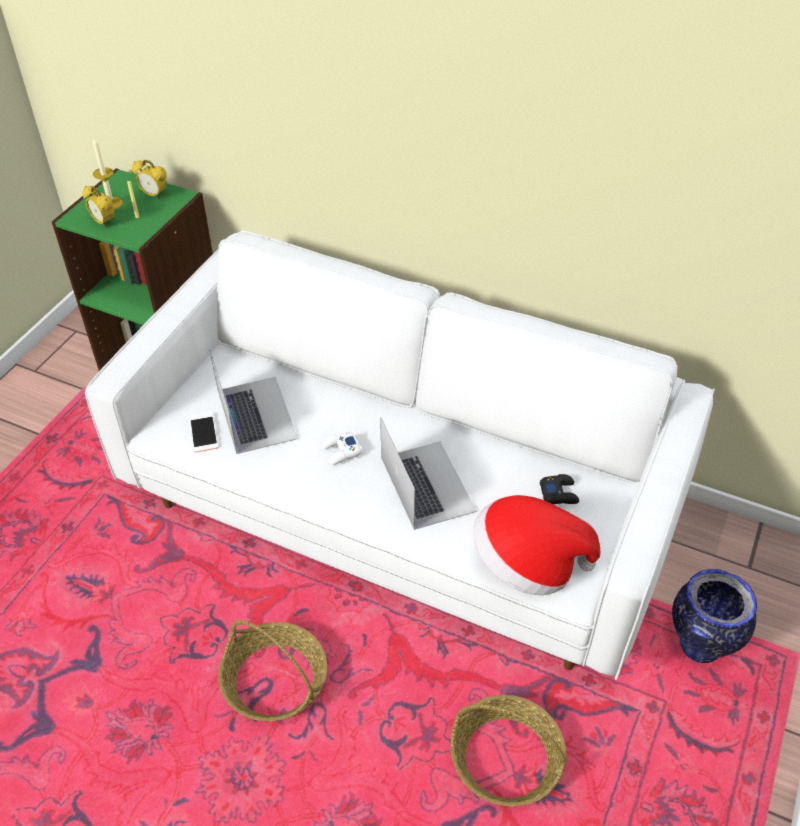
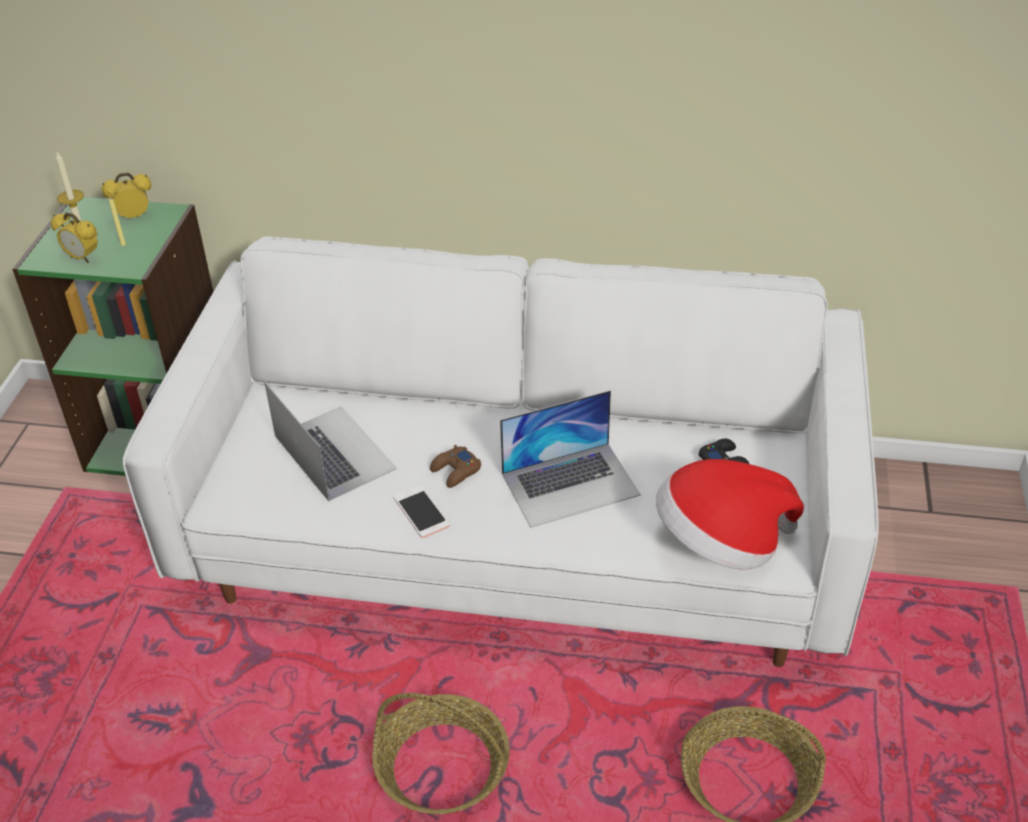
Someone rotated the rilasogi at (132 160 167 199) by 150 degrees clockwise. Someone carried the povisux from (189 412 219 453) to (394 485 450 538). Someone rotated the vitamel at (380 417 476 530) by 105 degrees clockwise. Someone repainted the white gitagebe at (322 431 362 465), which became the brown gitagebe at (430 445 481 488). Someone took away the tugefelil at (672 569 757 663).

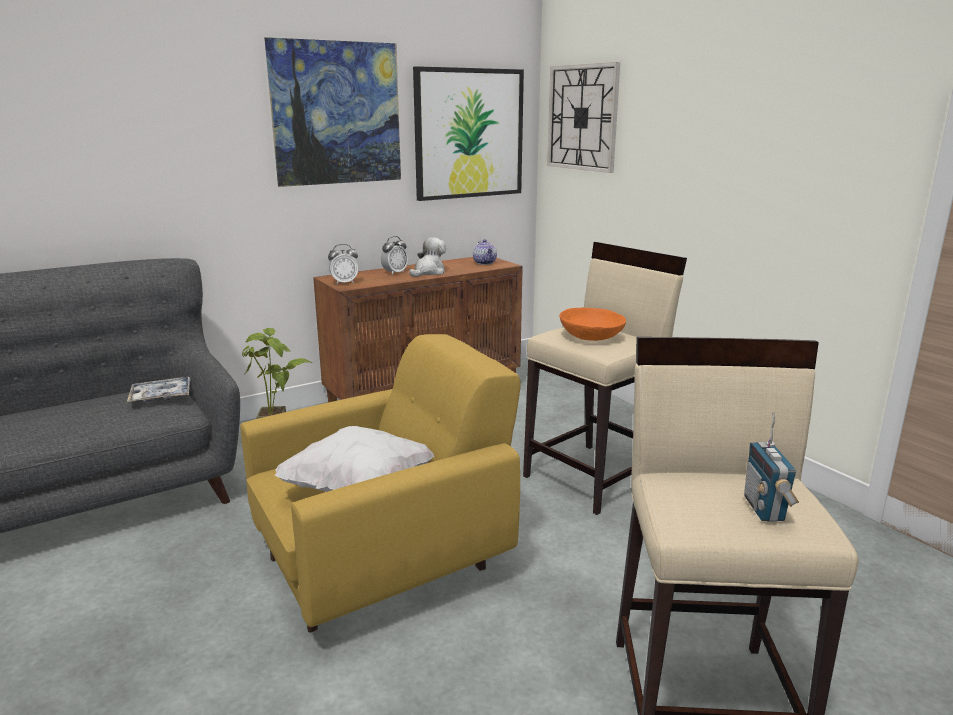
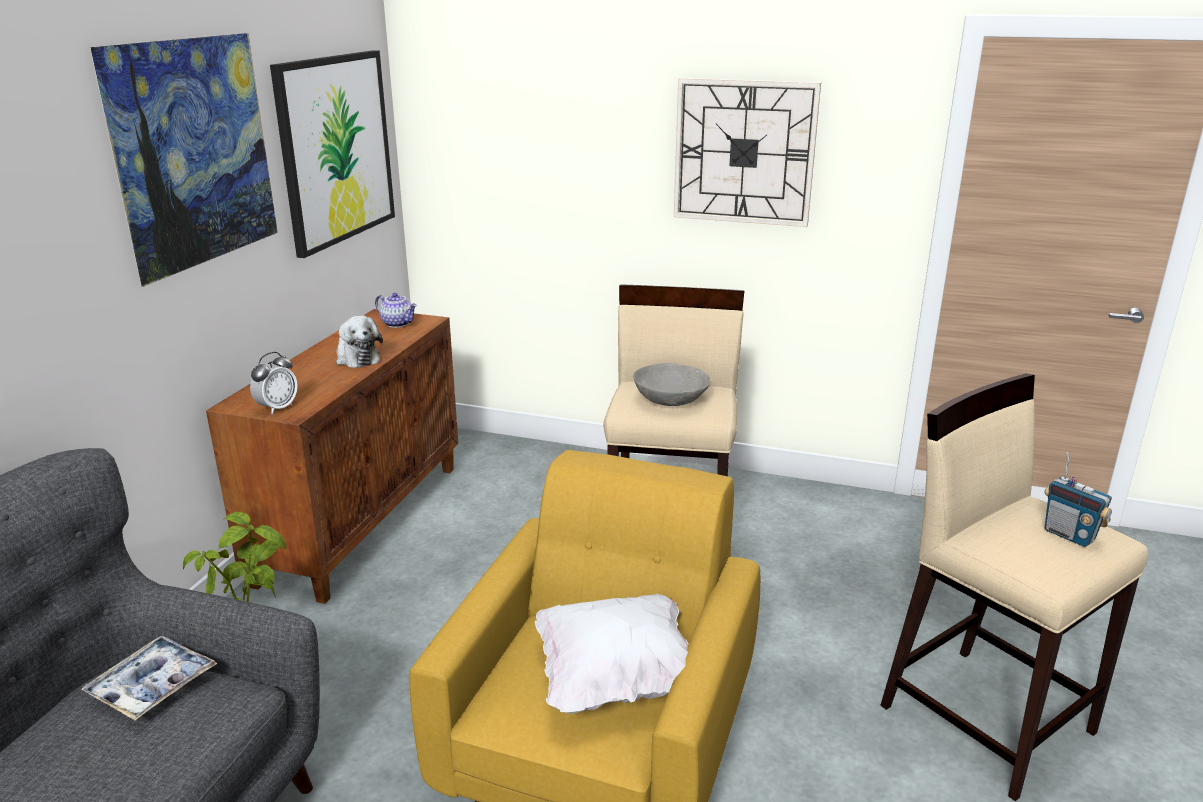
Someone carried the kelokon from (547 62 620 173) to (674 78 821 227). Someone took away the rilasogi at (381 236 408 275). Someone rotated the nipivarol at (409 237 446 277) by 150 degrees clockwise. Someone repainted the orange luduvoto at (559 308 626 341), which became the grey luduvoto at (633 363 711 406).

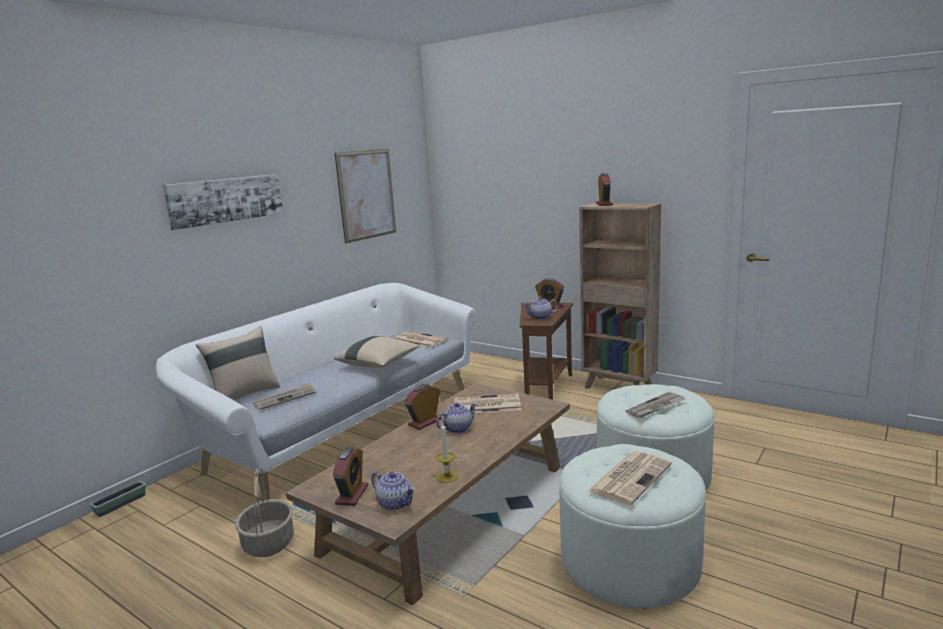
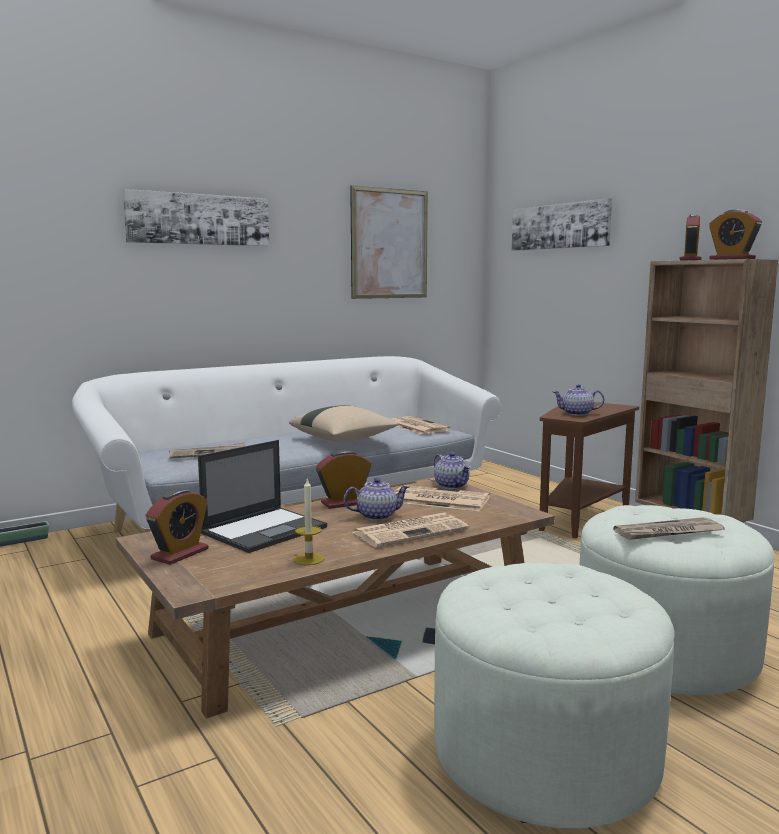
Someone carried the rilasogi from (535 278 564 309) to (709 209 762 260). Someone took away the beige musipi at (195 326 280 400). Someone carried the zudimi from (588 451 672 505) to (353 513 469 547). Someone took away the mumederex at (236 467 294 557). Someone carried the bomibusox from (371 472 415 510) to (434 452 471 489). Someone put up the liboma at (512 198 612 251). Someone put down the vitamel at (198 440 327 553).

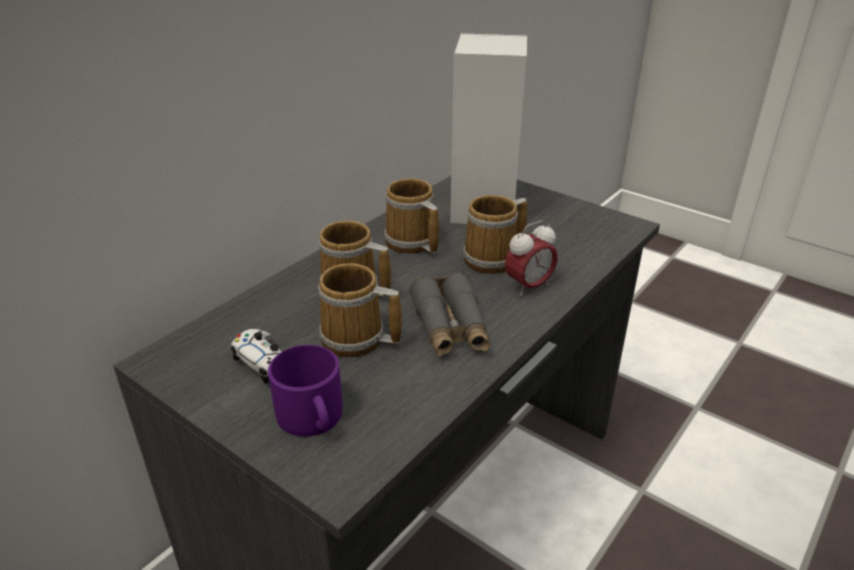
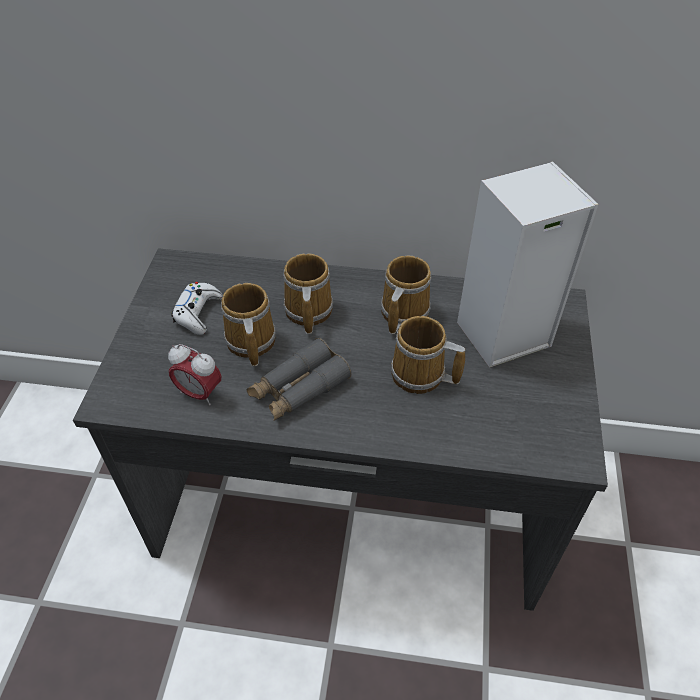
Someone carried the rilasogi from (505 221 558 297) to (168 344 221 405). Someone took away the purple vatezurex at (268 345 342 437).

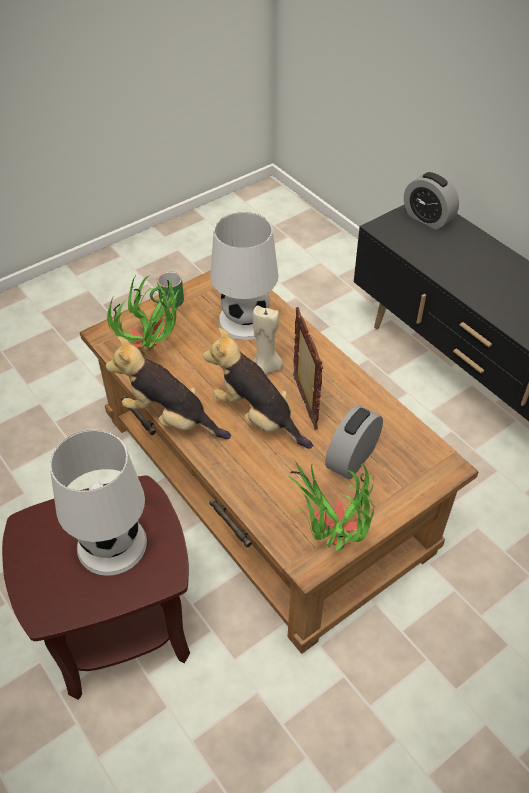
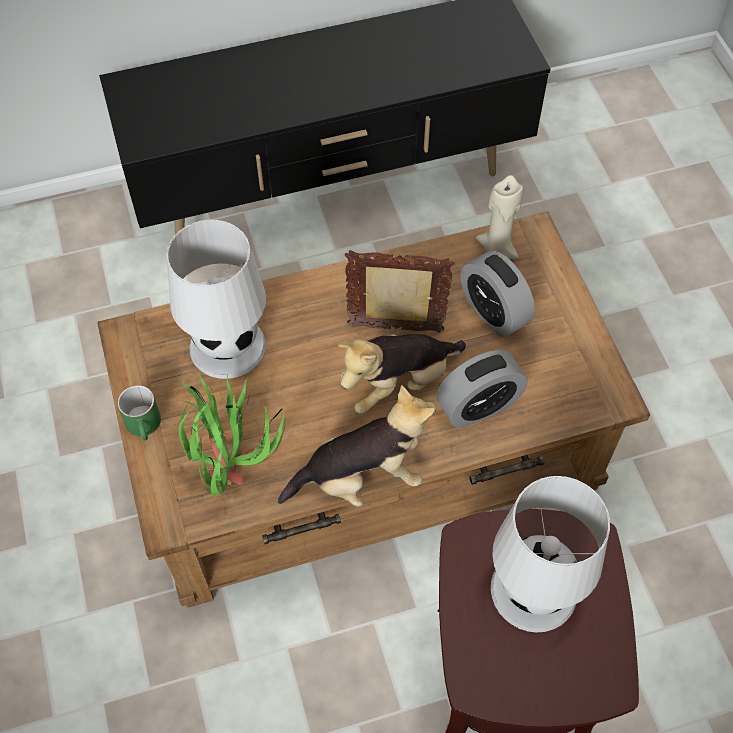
Someone carried the rilasogi from (404 172 459 230) to (436 350 527 428). Someone carried the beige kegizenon from (253 305 283 375) to (476 175 524 259). Someone rotated the nipivarol at (106 336 231 439) by 150 degrees counterclockwise. Someone took away the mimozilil at (288 461 374 551).

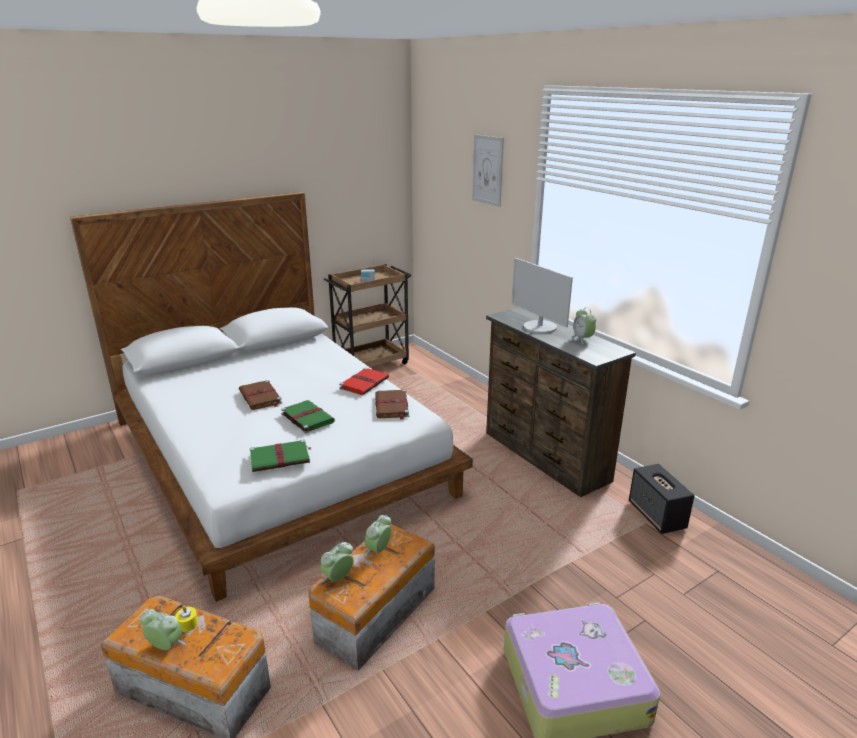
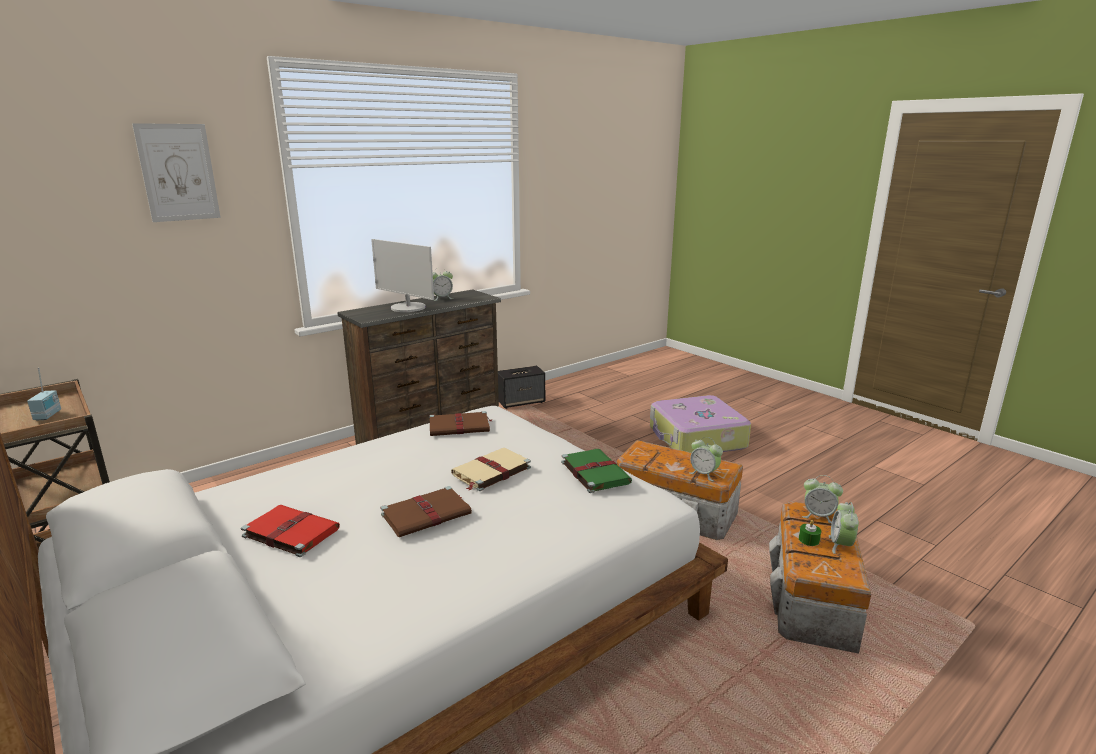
Someone rotated the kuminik at (511 258 573 334) by 75 degrees clockwise. Someone carried the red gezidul from (339 367 389 395) to (241 505 340 557). Someone repainted the green gezidul at (281 400 335 433), which became the beige gezidul at (451 448 531 491). Someone carried the rilasogi from (364 515 392 557) to (802 475 843 524). Someone repainted the yellow kegizenon at (175 606 198 632), which became the green kegizenon at (799 520 821 546).

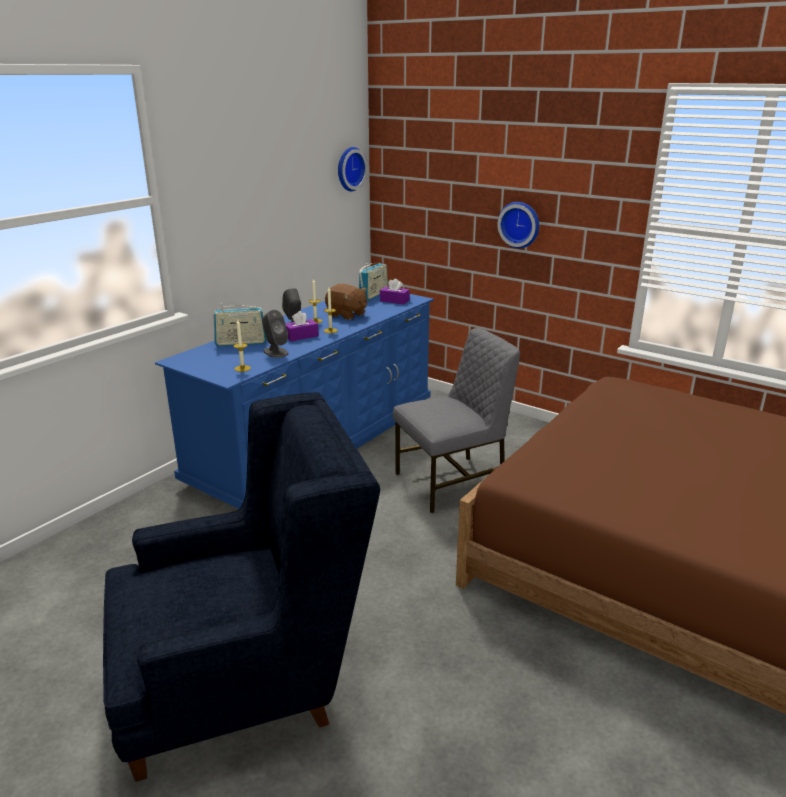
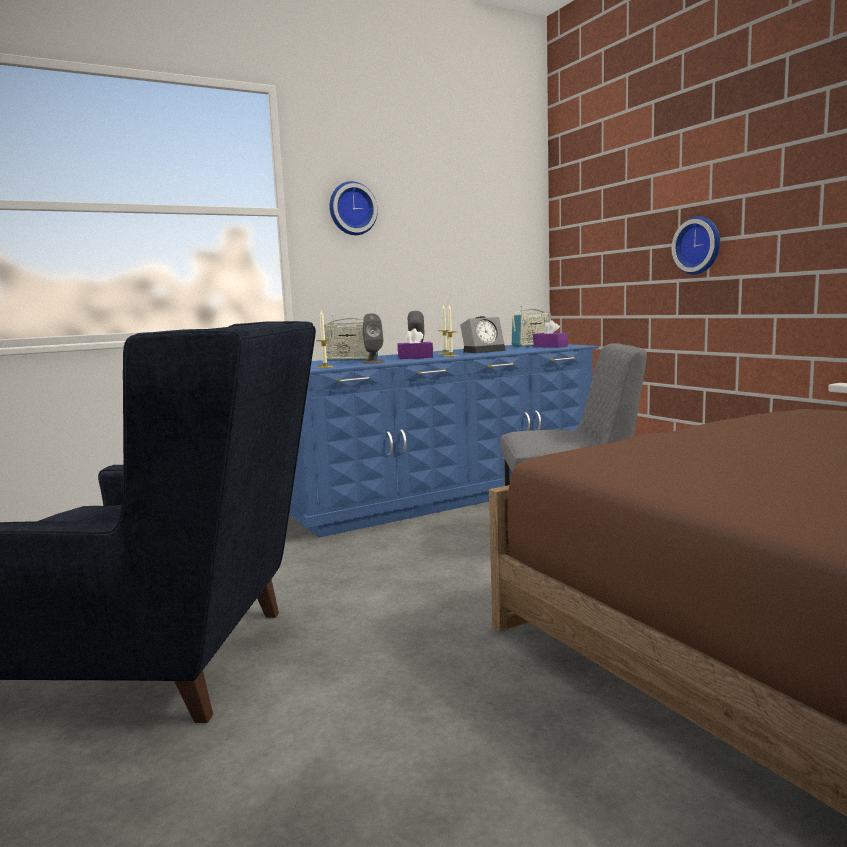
Someone carried the kelokon from (338 147 367 191) to (329 181 378 235). Someone swapped the brown nipivarol at (325 284 367 320) for the rilasogi at (460 316 506 353).

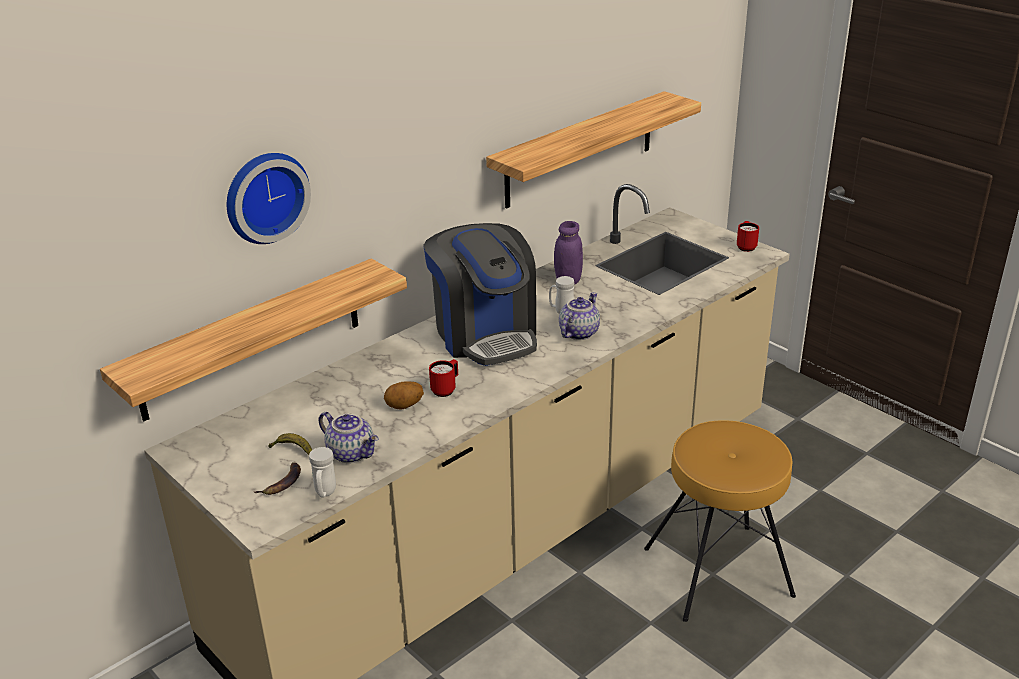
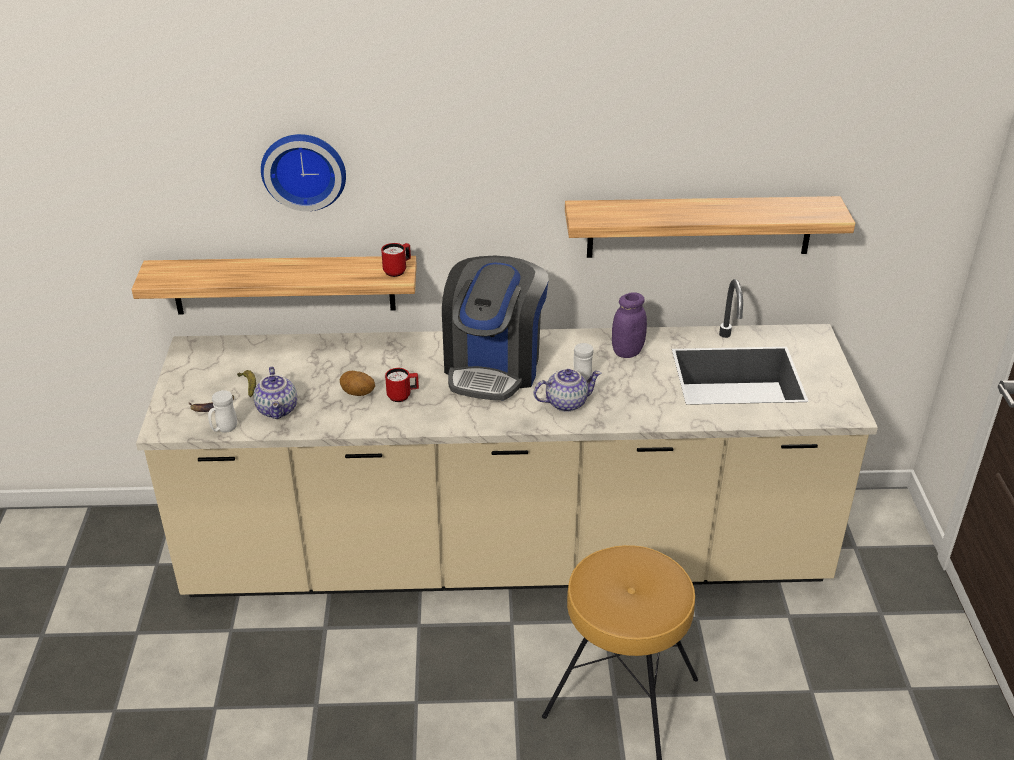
Someone carried the red vatezurex from (737 221 759 252) to (381 243 411 277).

